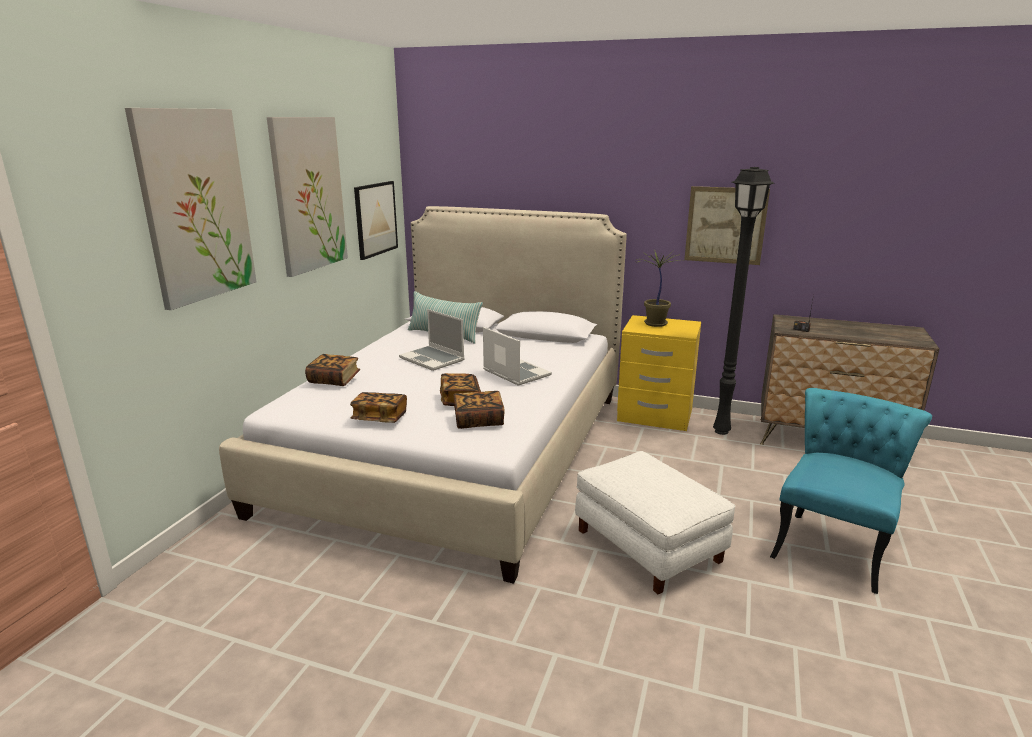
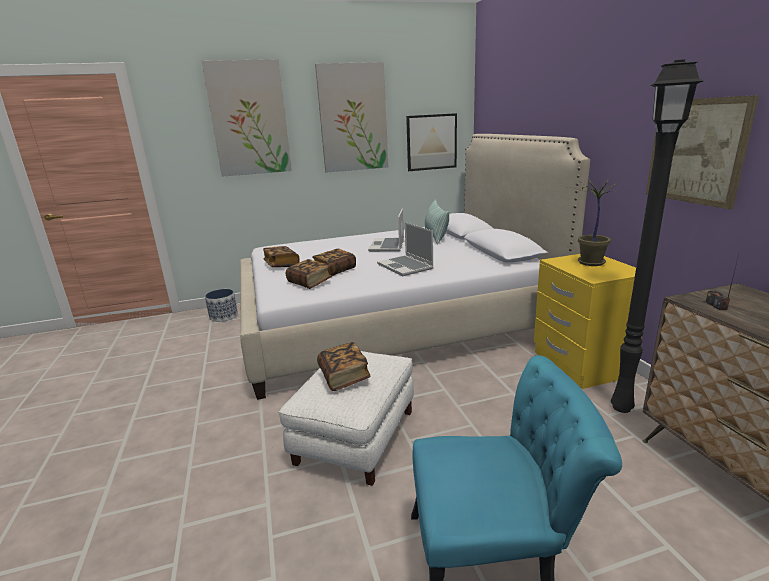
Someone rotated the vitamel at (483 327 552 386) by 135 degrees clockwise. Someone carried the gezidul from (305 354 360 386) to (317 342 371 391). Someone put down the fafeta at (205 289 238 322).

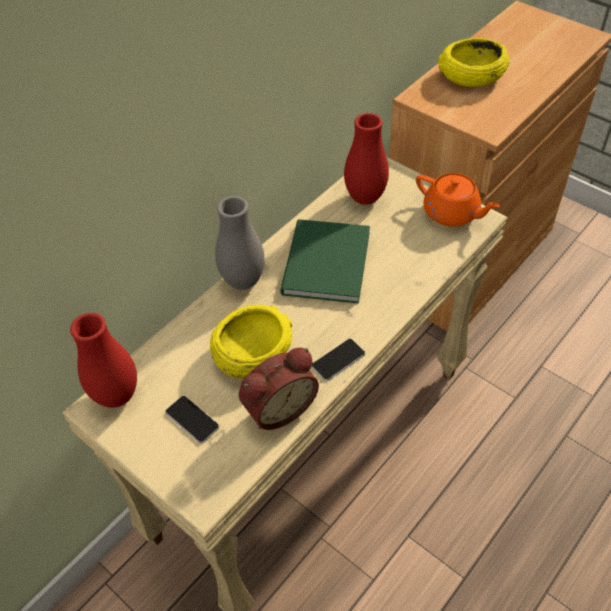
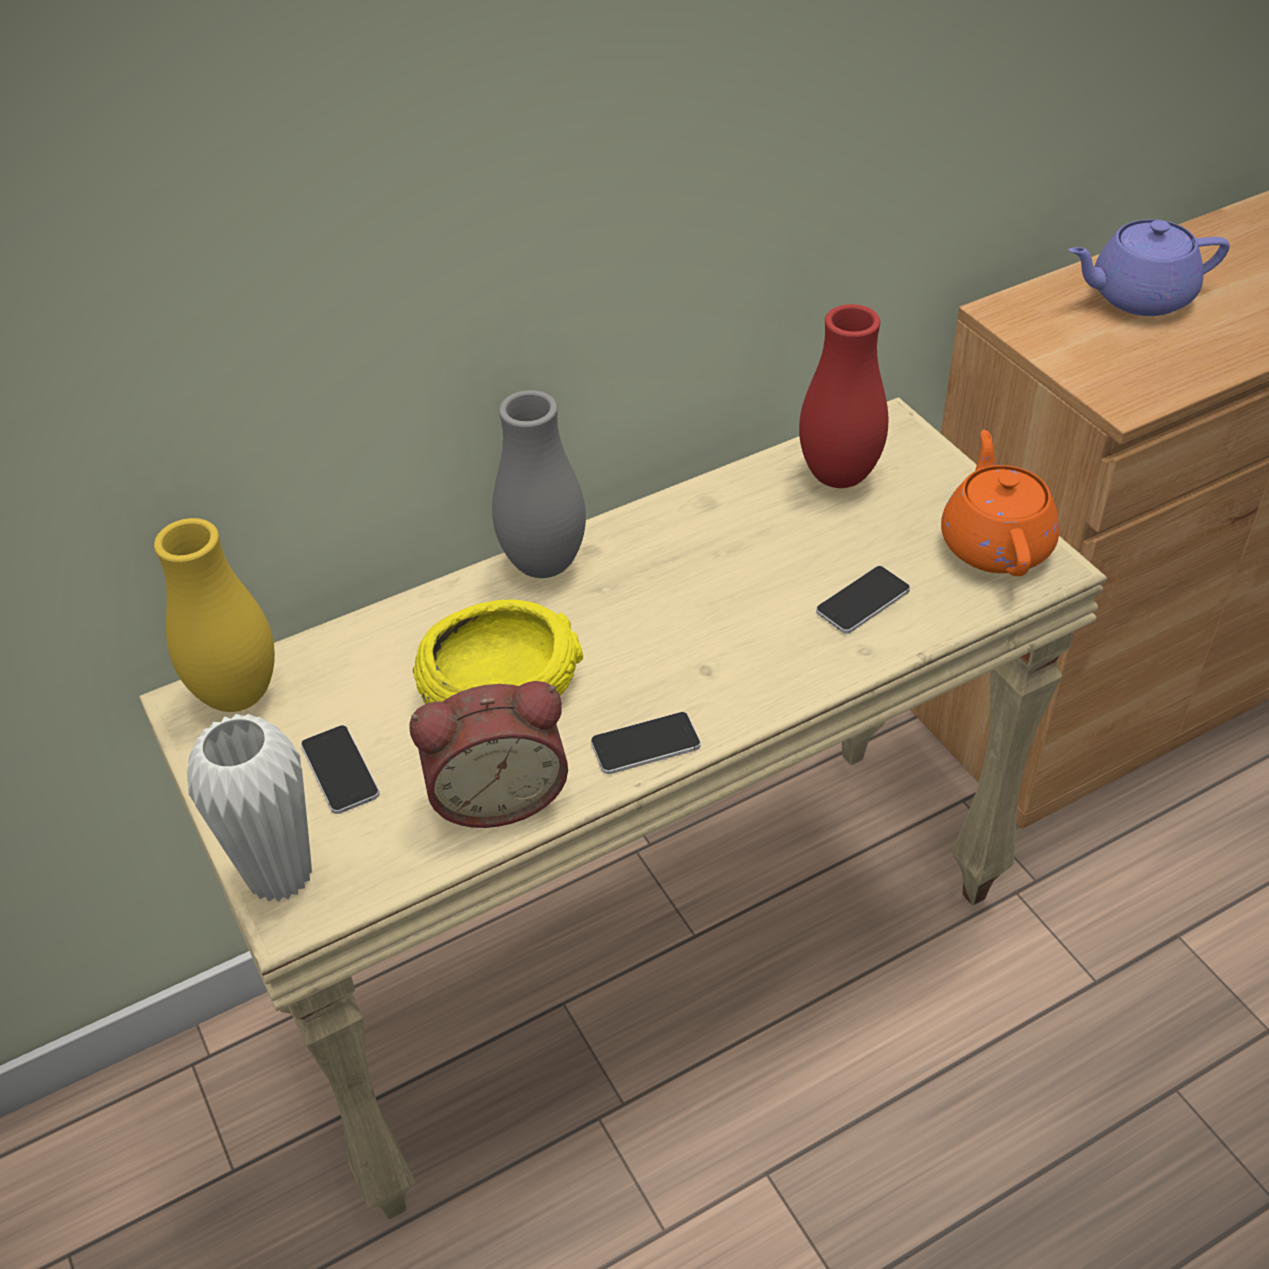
Someone swapped the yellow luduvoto at (438 38 510 87) for the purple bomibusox at (1069 219 1230 316). Someone rotated the orange bomibusox at (416 173 500 227) by 150 degrees counterclockwise. Someone took away the green gezidul at (280 219 370 303). Someone repainted the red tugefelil at (70 313 137 408), which became the yellow tugefelil at (154 518 275 712). Someone put down the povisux at (816 566 910 634). Someone put down the white tugefelil at (187 714 312 902).

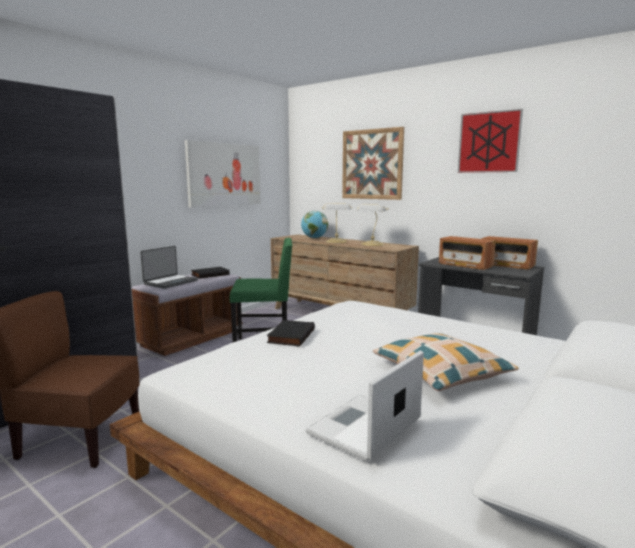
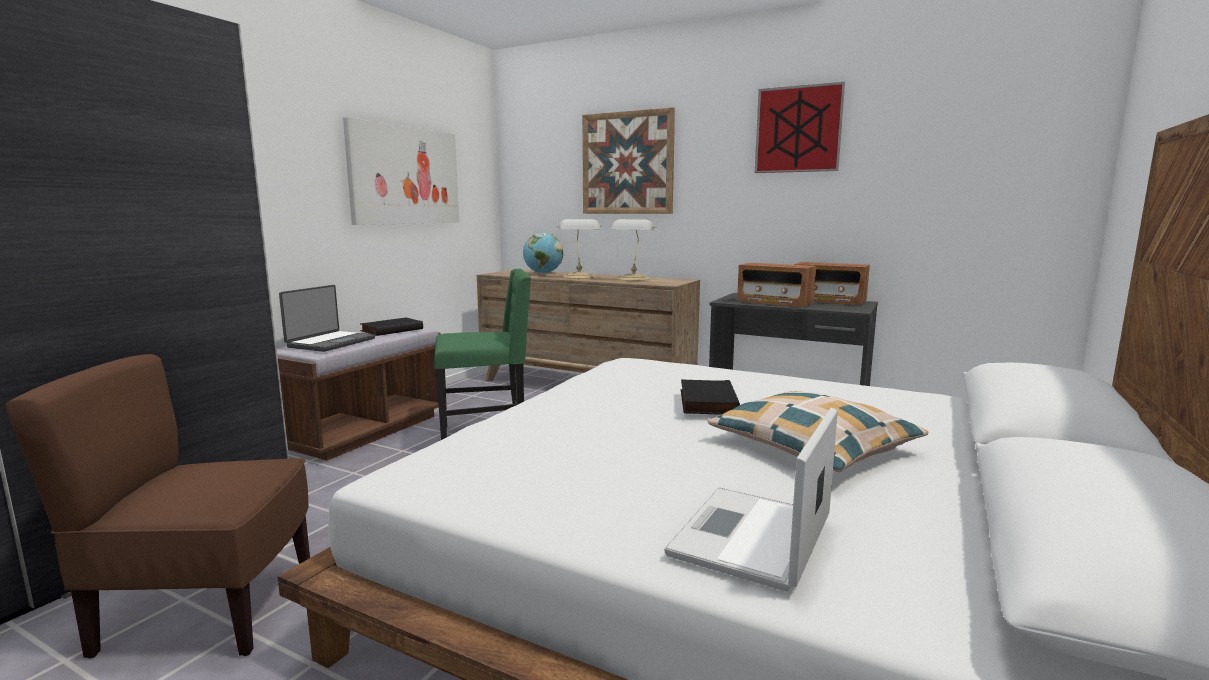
Someone carried the black gezidul from (267 320 315 347) to (681 379 740 415).

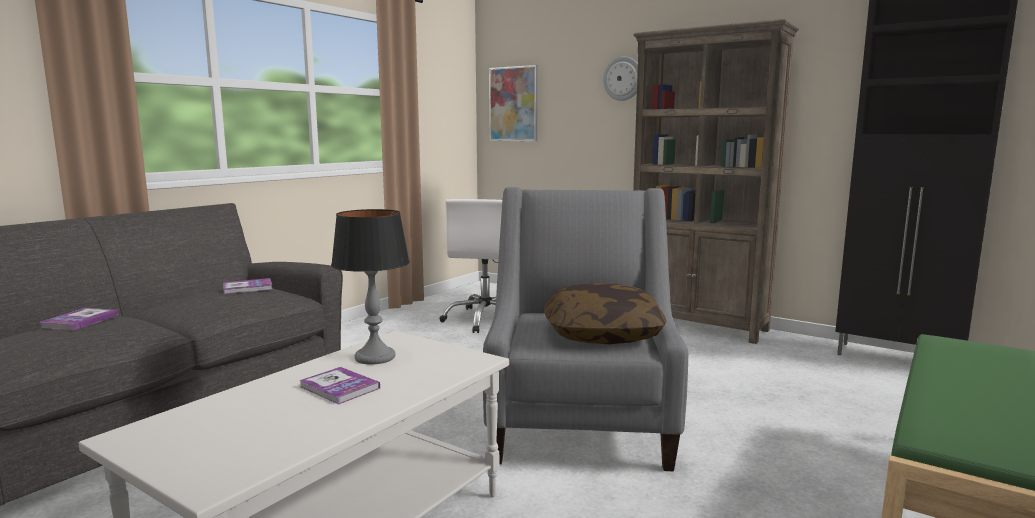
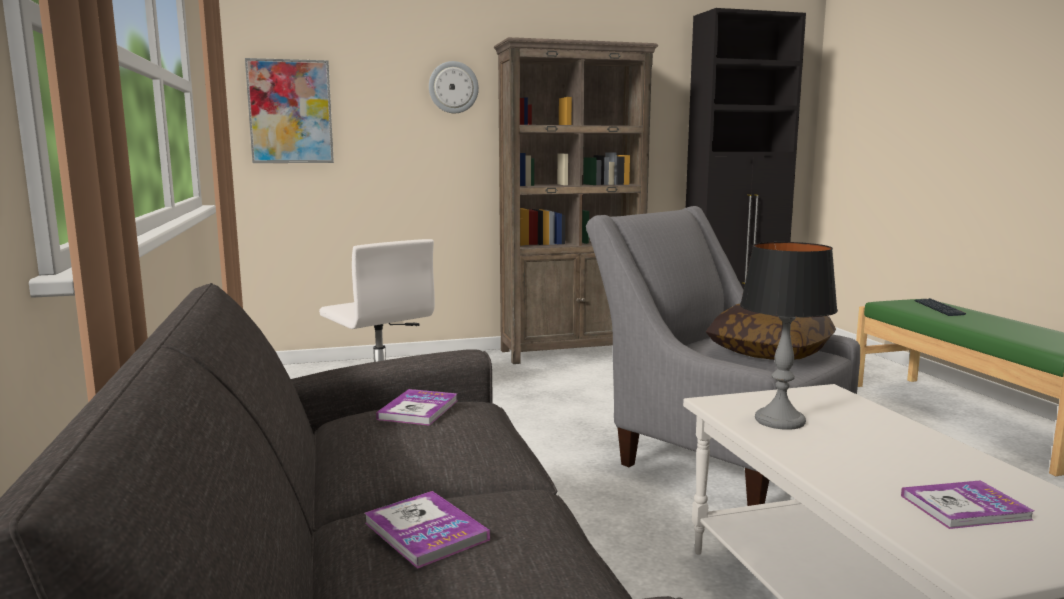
Someone carried the gezidul from (299 367 380 404) to (901 480 1034 529). Someone put down the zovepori at (914 298 966 316).

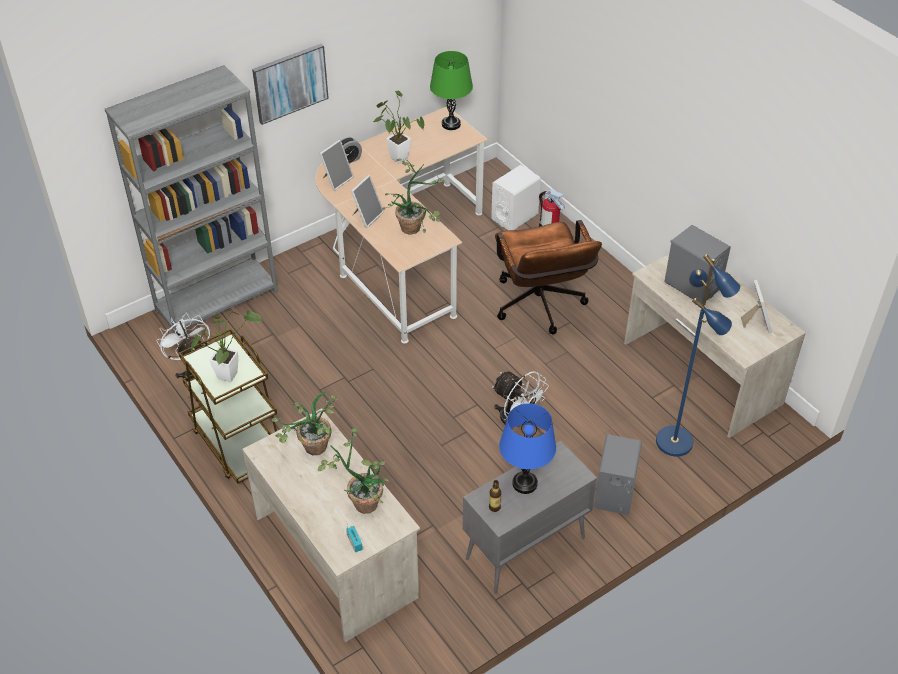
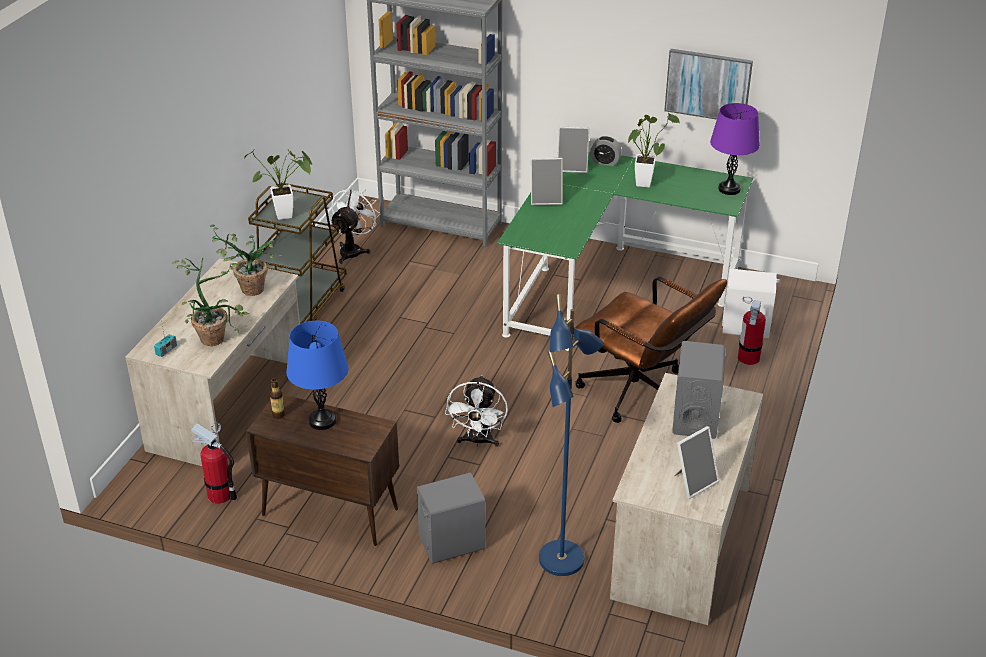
Someone carried the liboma from (252 44 329 125) to (664 49 753 120). Someone repainted the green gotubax at (430 51 473 130), which became the purple gotubax at (710 103 760 195). Someone repainted the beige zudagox at (315 107 488 343), which became the green zudagox at (497 152 753 351). Someone took away the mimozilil at (382 159 445 235). Someone rotated the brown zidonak at (495 220 602 334) by 90 degrees counterclockwise. Someone repainted the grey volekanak at (463 441 597 594), which became the brown volekanak at (246 394 399 546). Someone put down the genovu at (192 422 237 503).

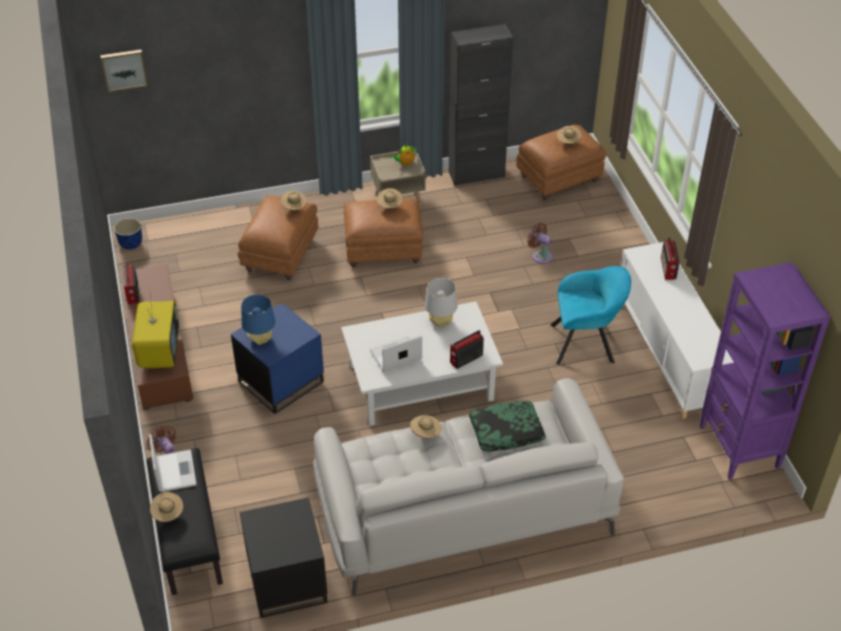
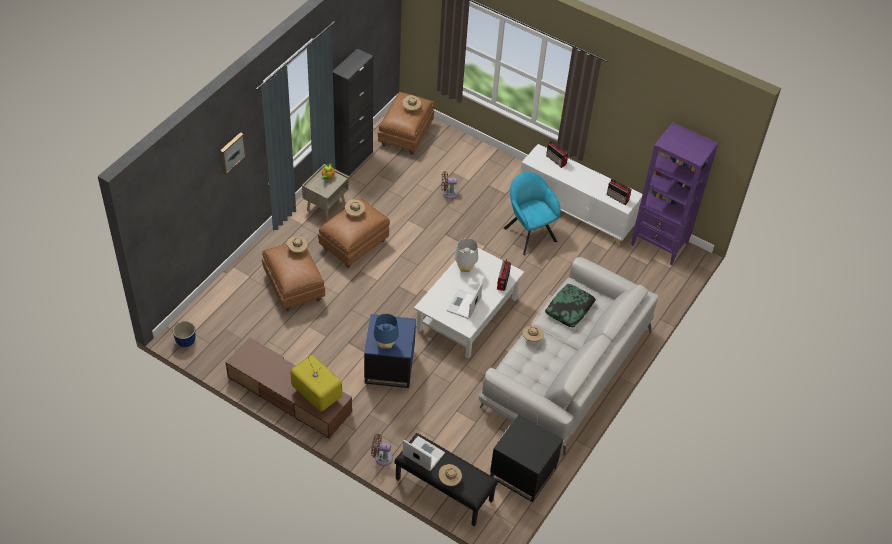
Someone carried the liboma from (100 50 148 92) to (220 132 246 175). Someone carried the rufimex from (123 262 139 304) to (607 179 632 205). Someone rotated the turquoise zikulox at (550 266 631 365) by 75 degrees counterclockwise.

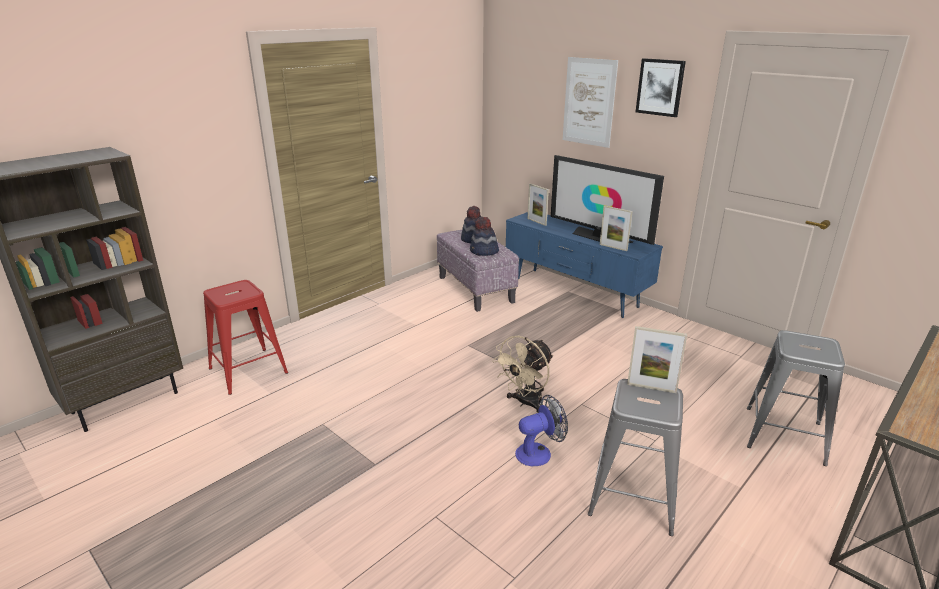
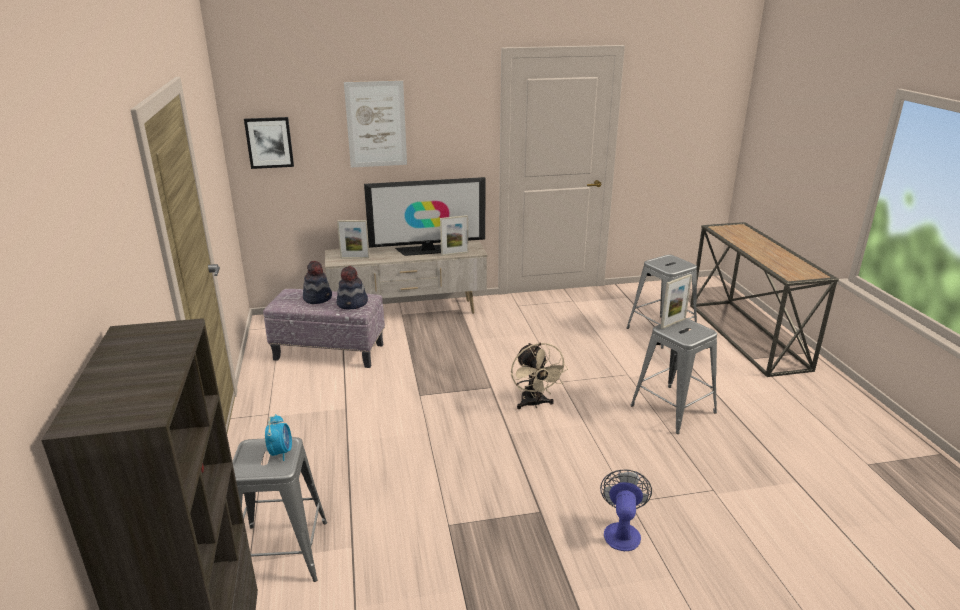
Someone carried the liboma from (636 58 686 117) to (244 117 294 169). Someone repainted the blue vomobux at (506 212 663 318), which became the beige vomobux at (325 240 487 314). Someone repainted the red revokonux at (203 280 288 395), which became the grey revokonux at (232 437 327 582). Someone carried the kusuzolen from (515 395 568 466) to (600 469 652 551). Someone put down the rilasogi at (265 414 292 461).

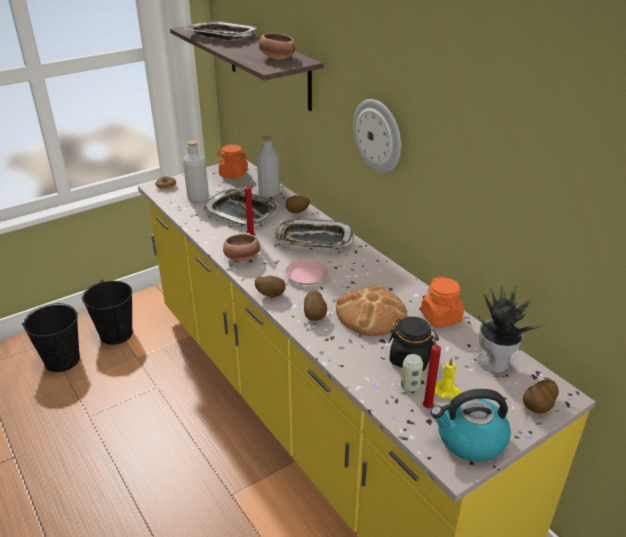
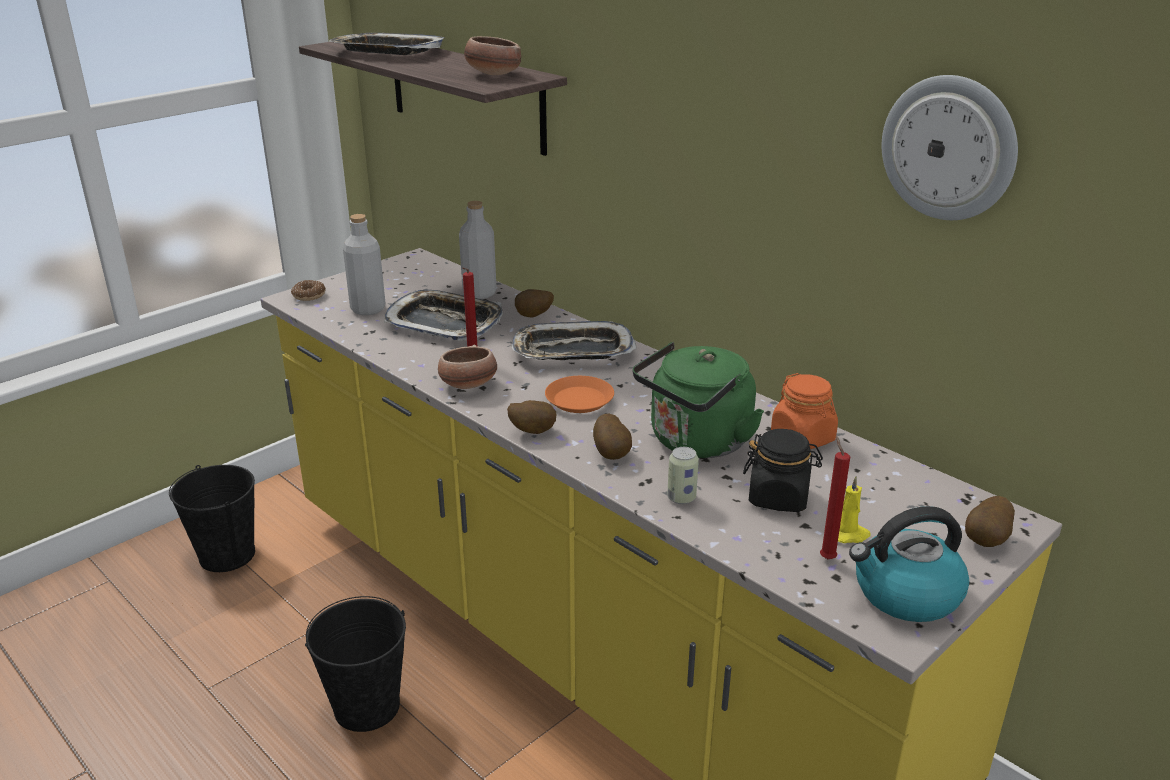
Someone carried the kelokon from (353 99 401 173) to (882 75 1018 220). Someone took away the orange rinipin at (216 145 248 179). Someone repainted the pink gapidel at (285 259 329 285), which became the orange gapidel at (545 376 614 413). Someone swapped the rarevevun at (336 285 407 336) for the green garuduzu at (633 342 764 458). Someone took away the mimozilil at (478 285 544 373). Someone carried the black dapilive from (22 303 80 372) to (305 596 406 732). Someone carried the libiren from (401 354 423 392) to (667 447 699 504).

